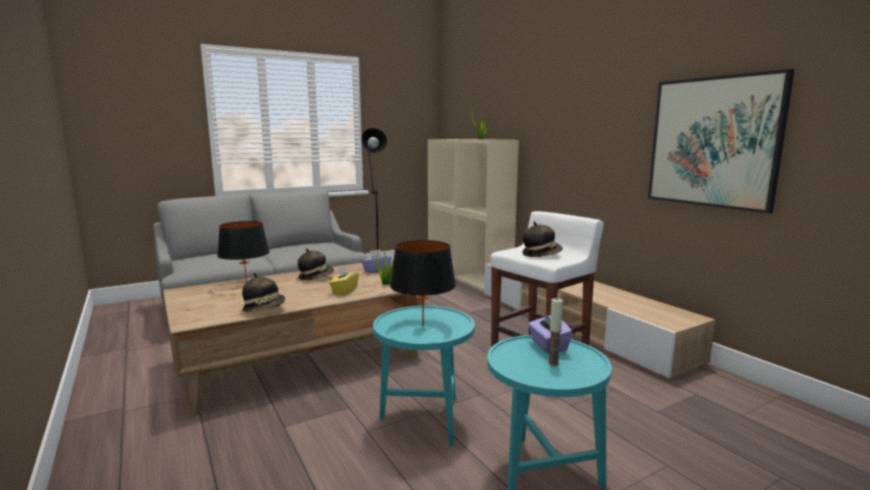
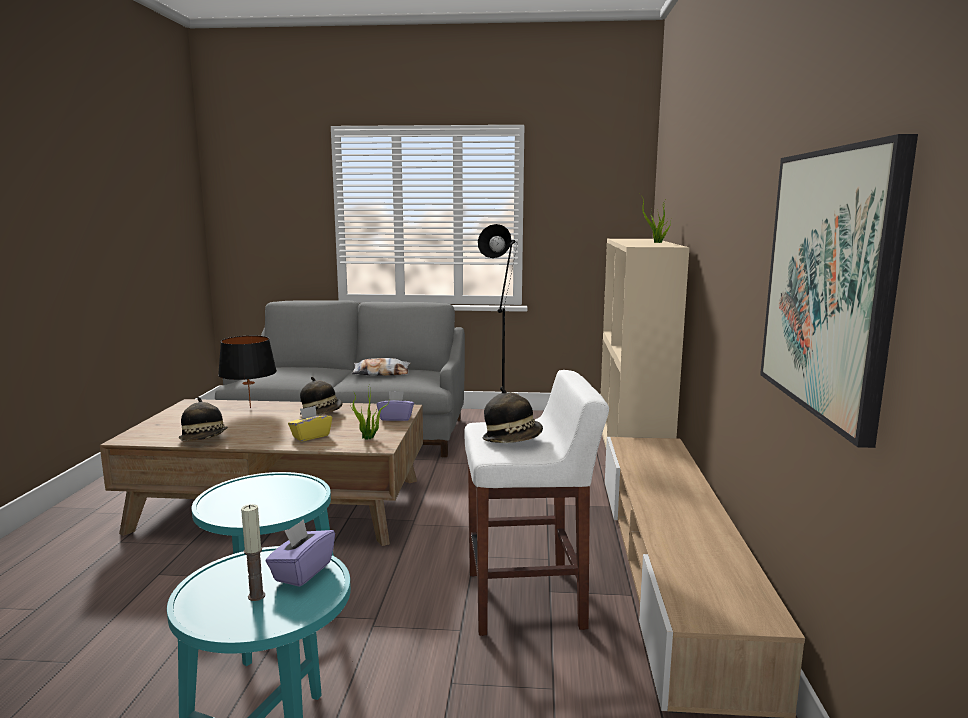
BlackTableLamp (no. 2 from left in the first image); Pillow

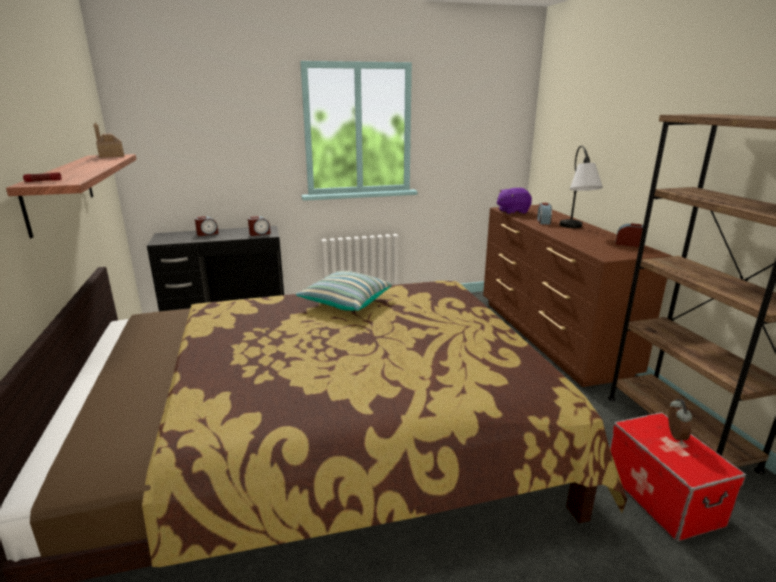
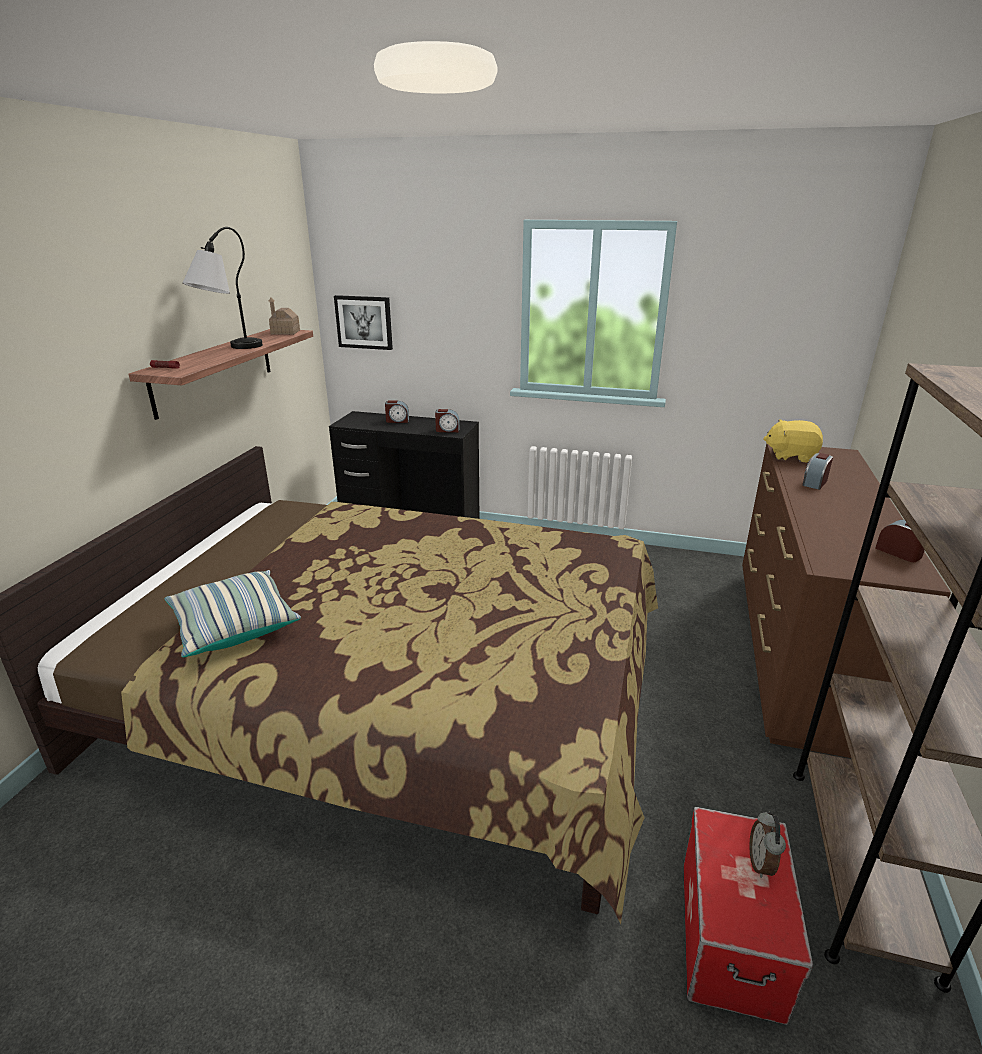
Picture; Pillow; TableLamp; YellowPlushToy; AlarmClock (no. 3 from left)

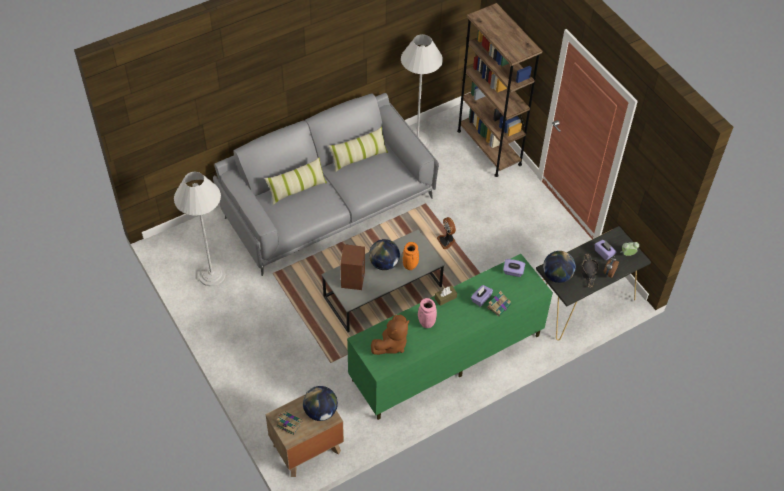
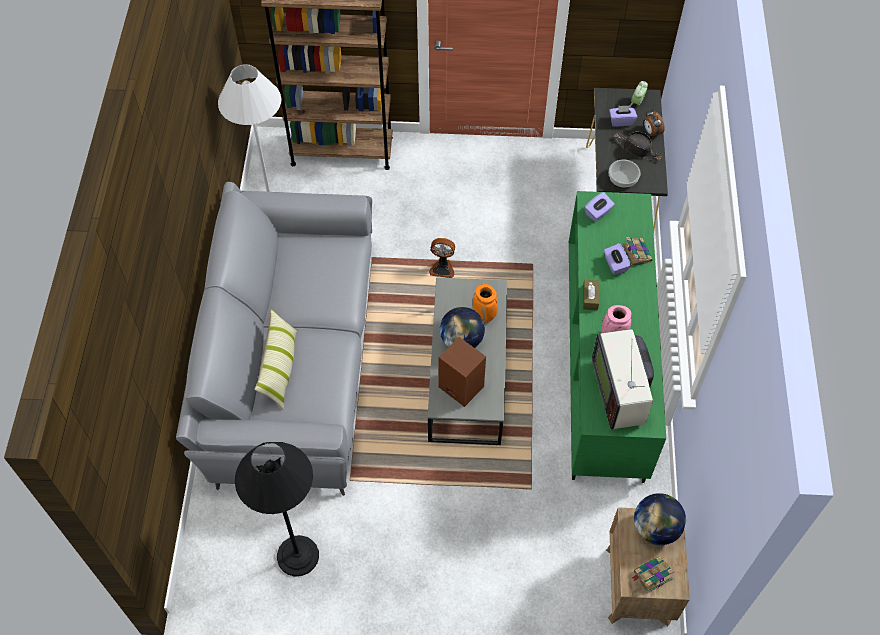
Pillow (no. 2 from left in the first image); Television; Bowl; BlackFloorLamp

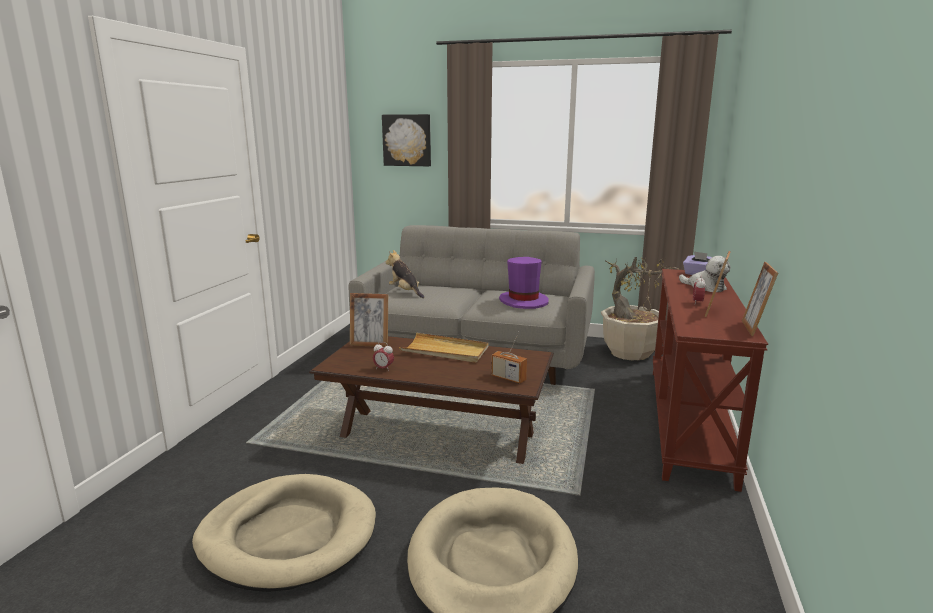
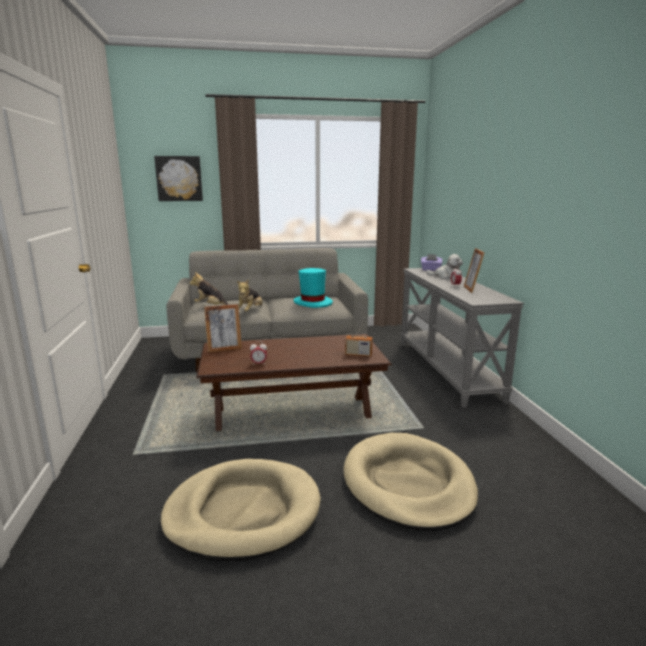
BeigeTray; PottedPlant; PictureFrame (no. 3 from left in the first image); PlushToy (no. 2 from left); TurquoiseHat; GreyConsoleTable

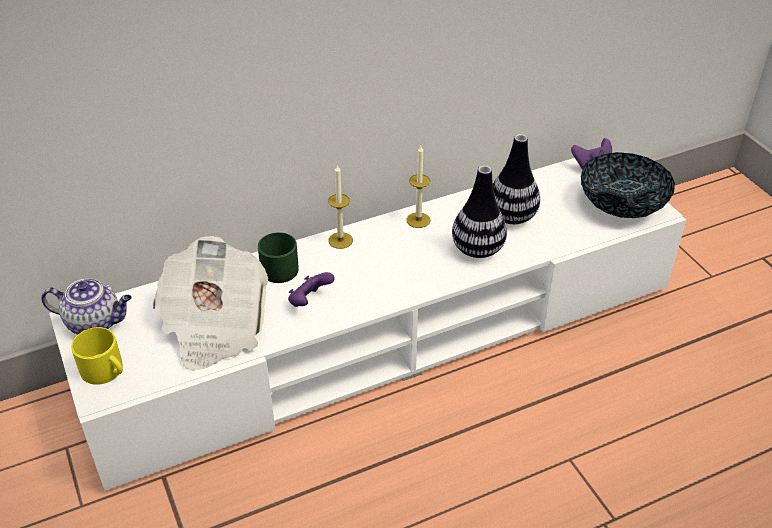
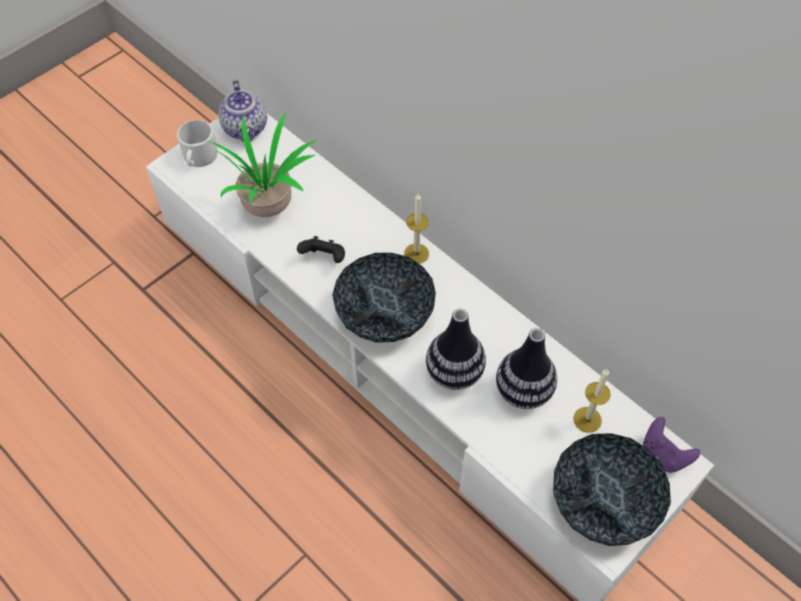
GreenMug; Bowl (no. 1 from left); Candle (no. 2 from left); PottedPlant; WhiteMug; BlackGameController

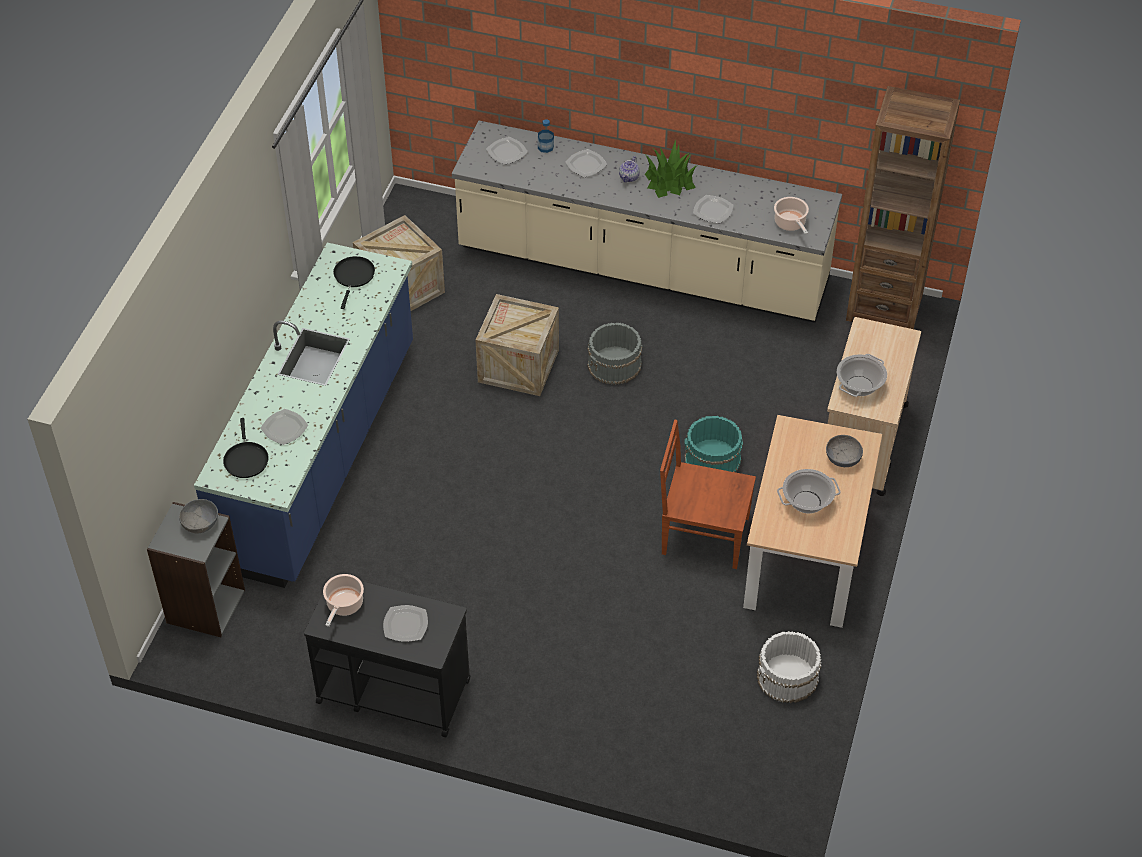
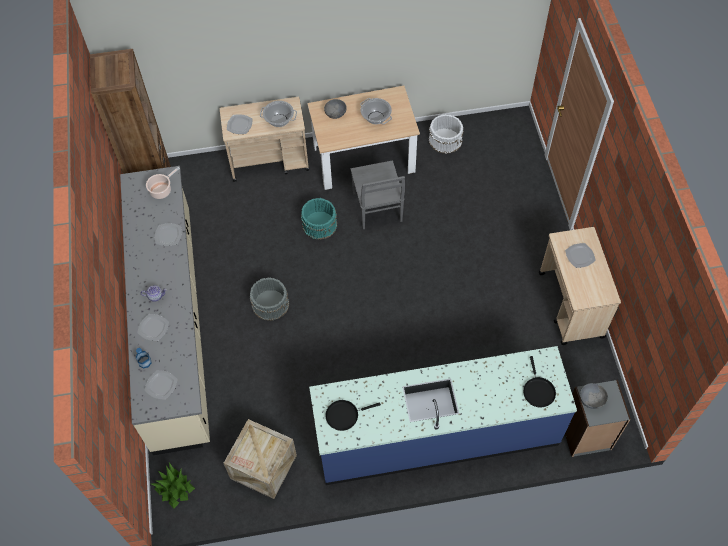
CookingPot (no. 1 from left in the first image); Crate (no. 2 from left in the first image); Plate (no. 4 from left); PottedPlant; BeigeCart (no. 2 from left); GreyChair; BlackFryingPan (no. 2 from left)

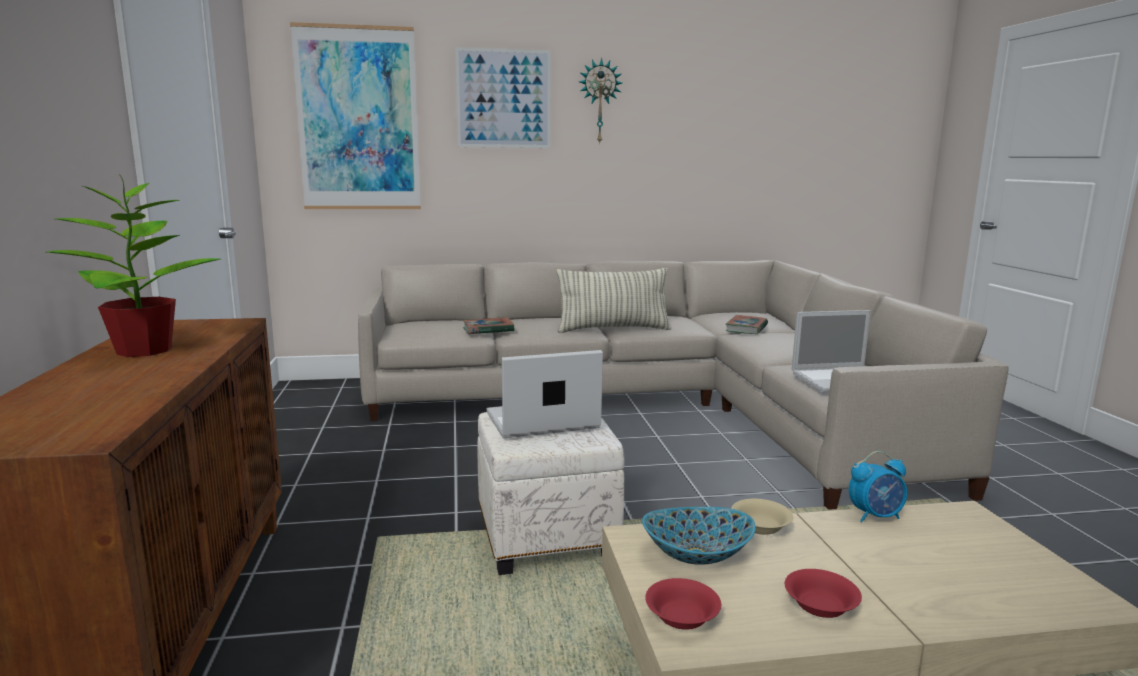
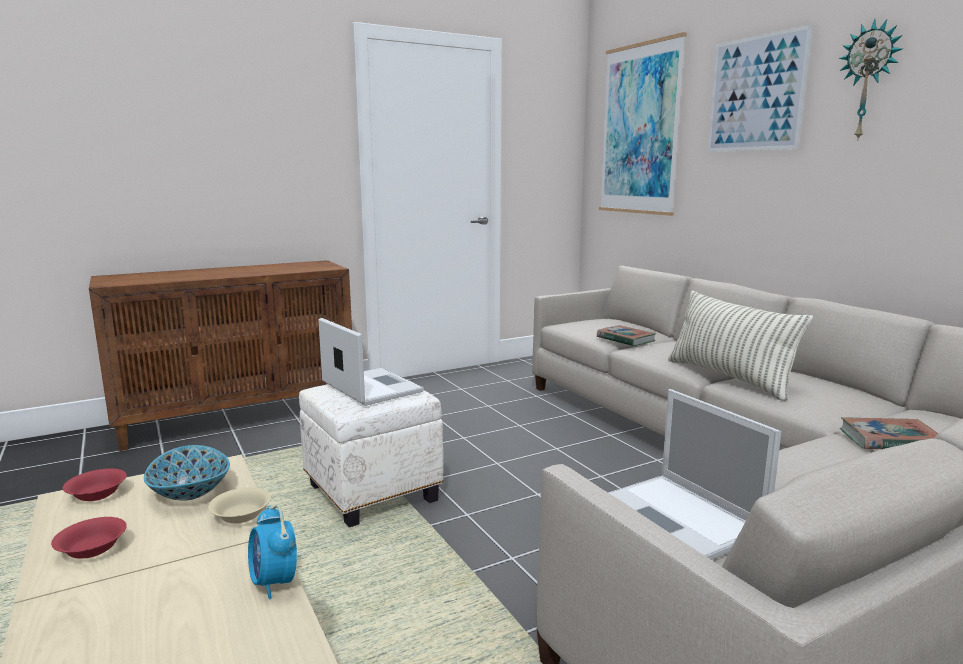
PottedPlant

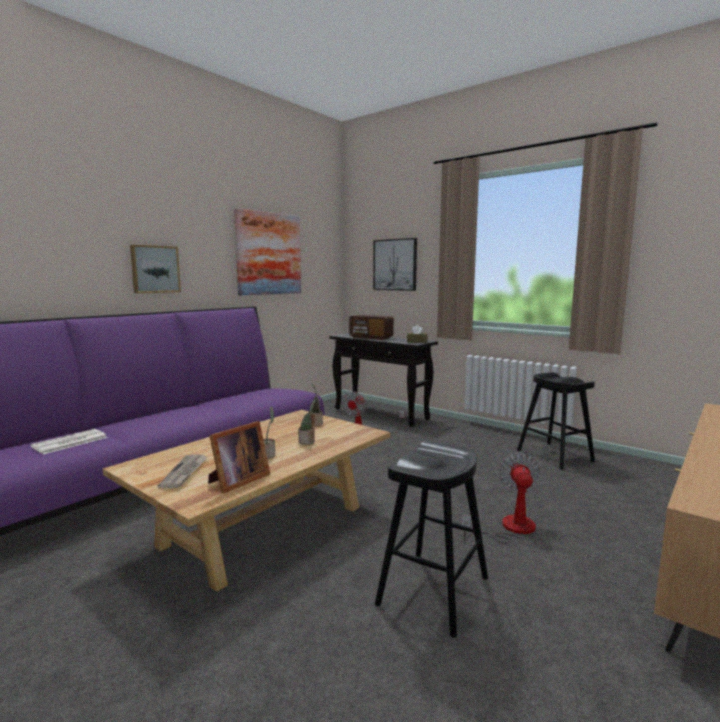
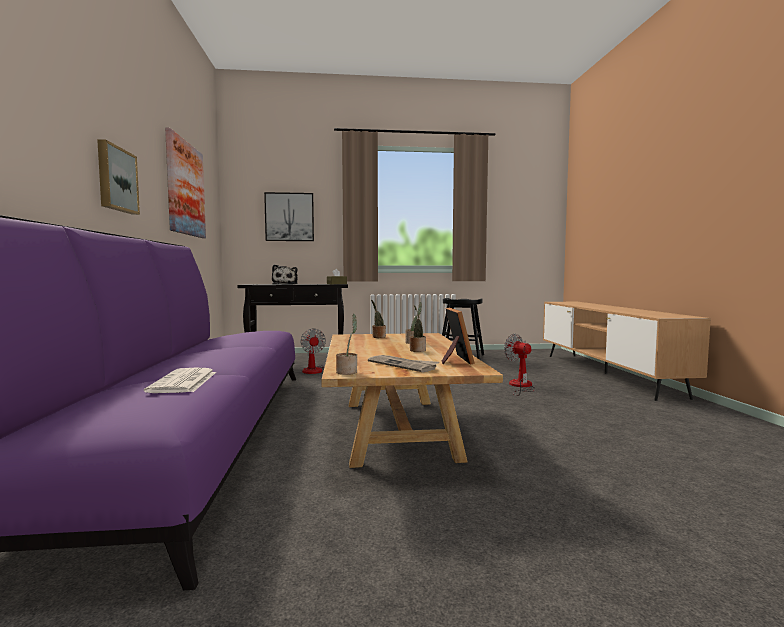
BlackStool (no. 1 from left in the first image); PottedPlant (no. 1 from left); PlushToy

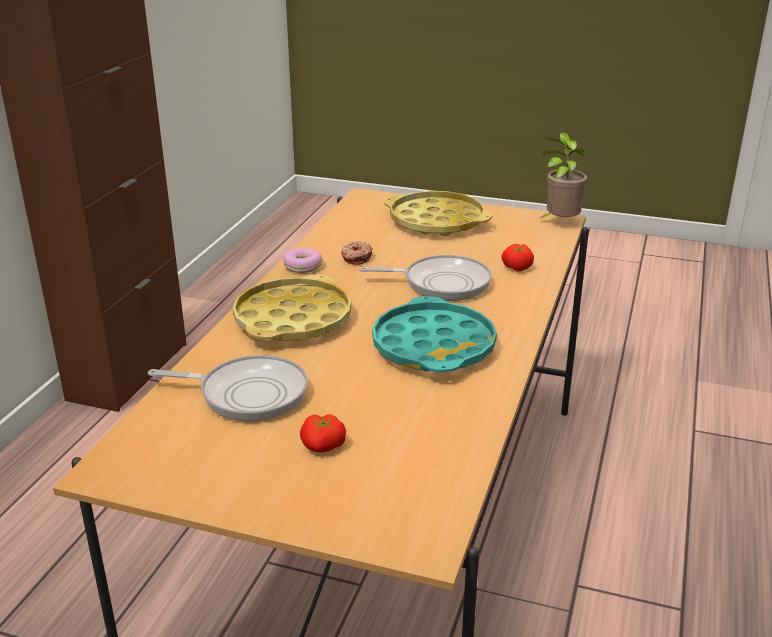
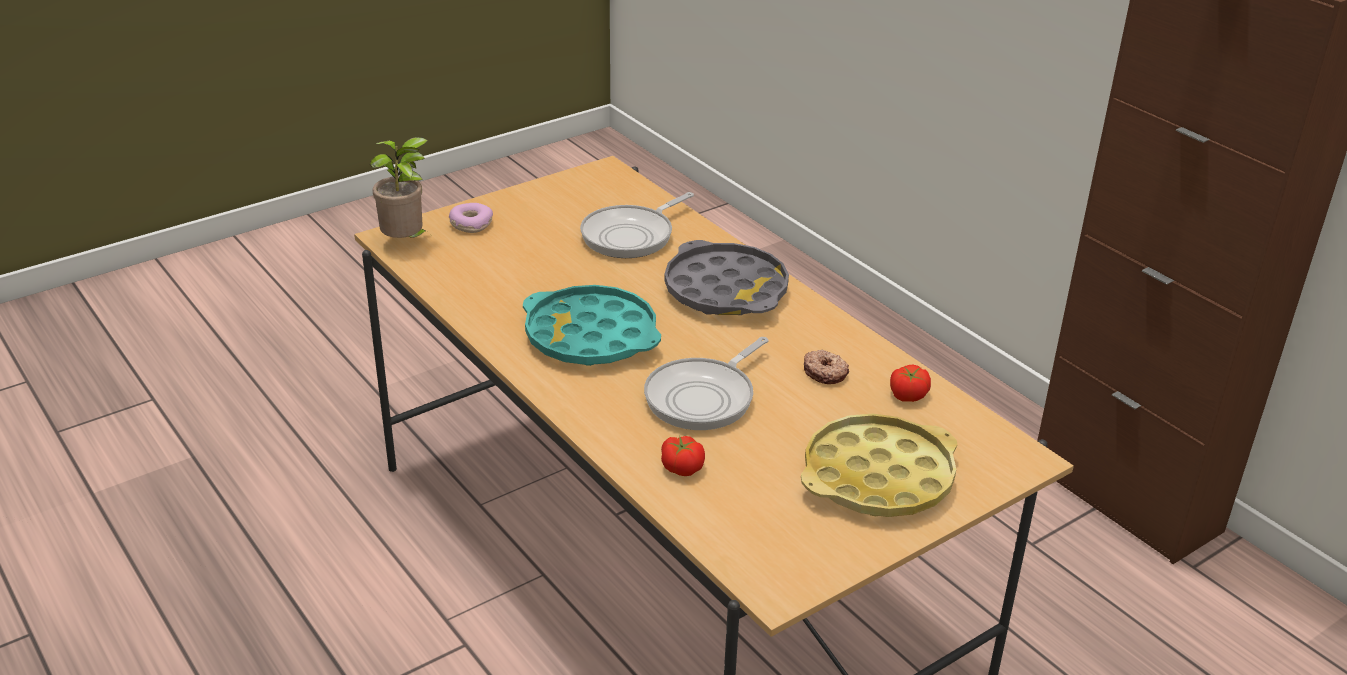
Donut (no. 1 from left); Tomato (no. 2 from left); PottedPlant; GreyTray

